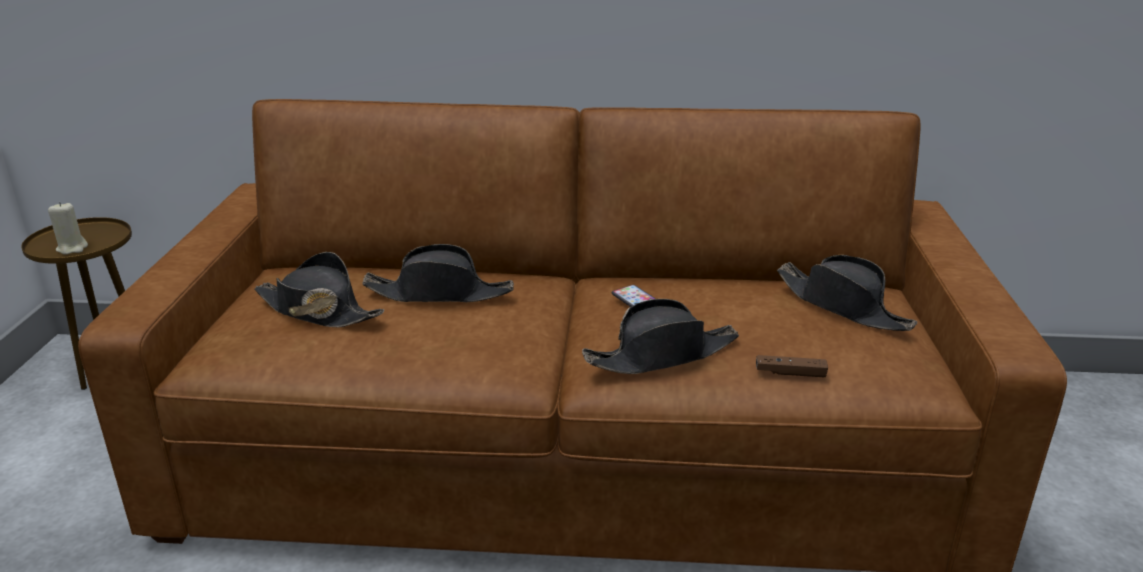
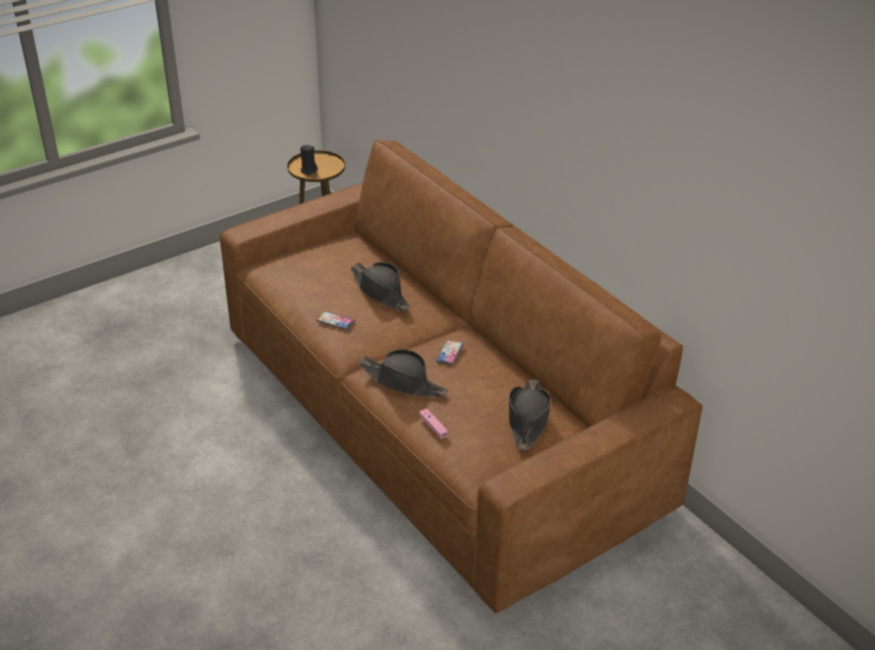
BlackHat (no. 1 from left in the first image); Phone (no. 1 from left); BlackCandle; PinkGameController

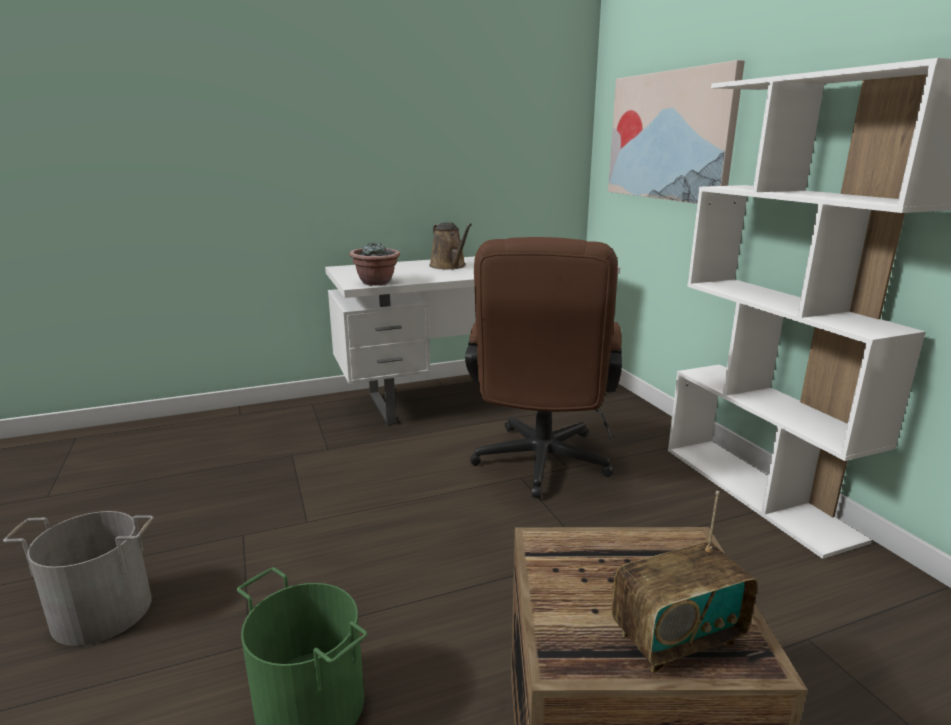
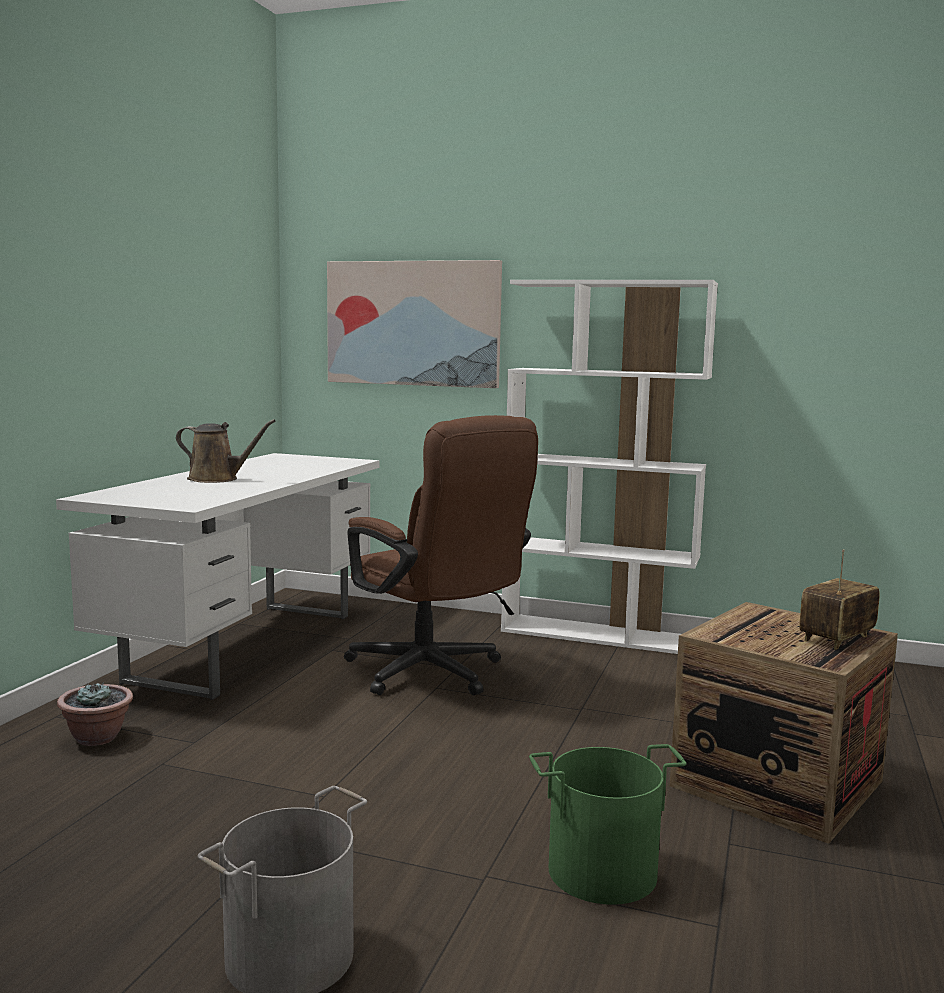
PottedPlant; Radio

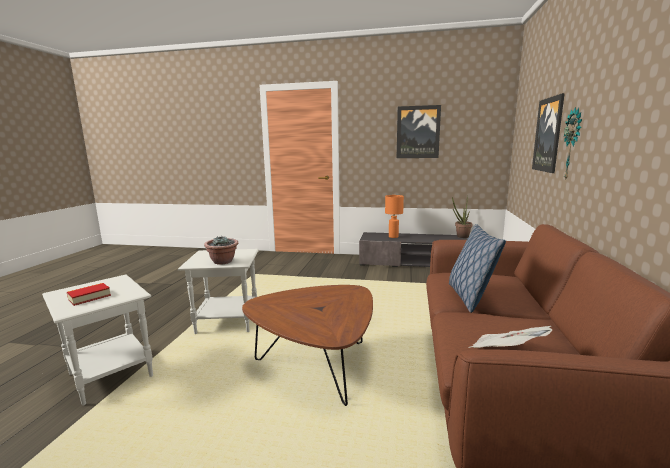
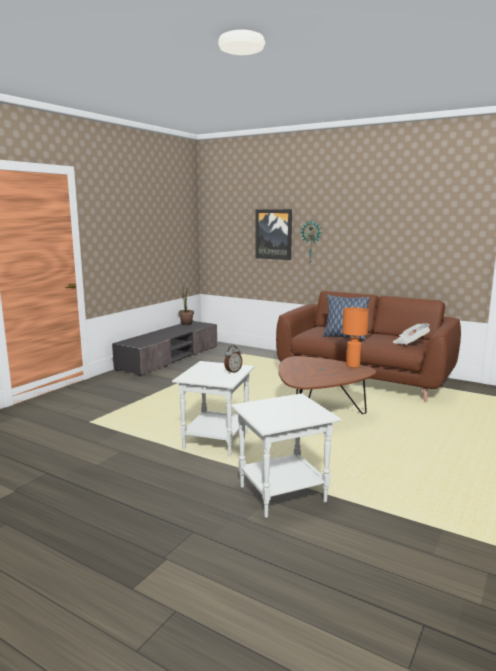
Book; Picture (no. 1 from left in the first image); OrangeTableLamp; AlarmClock

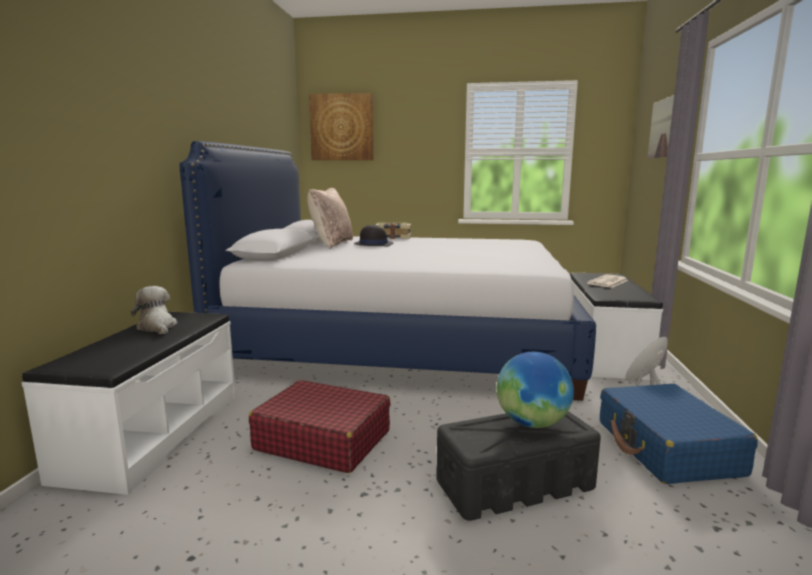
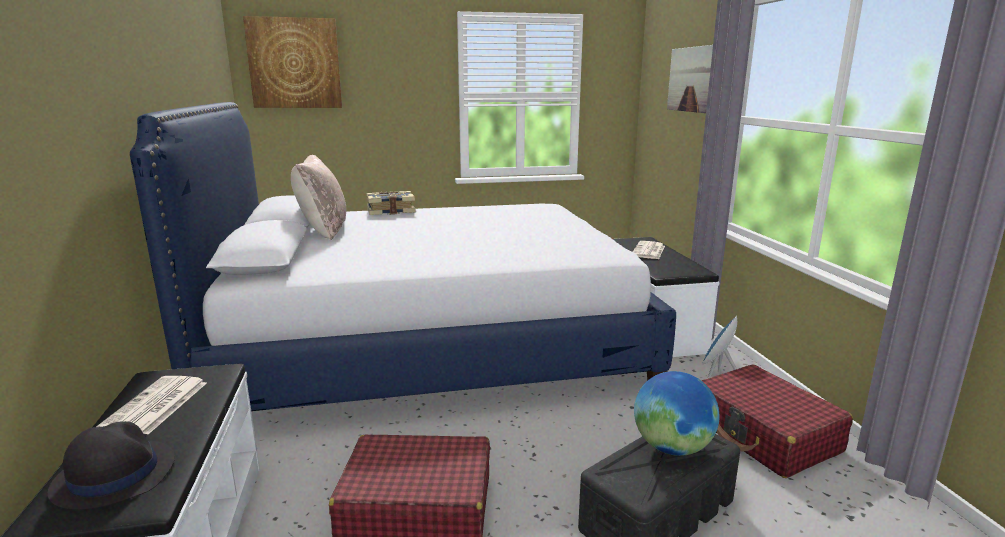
BlackHat; Newspaper (no. 1 from left); RedSuitcase (no. 2 from left)

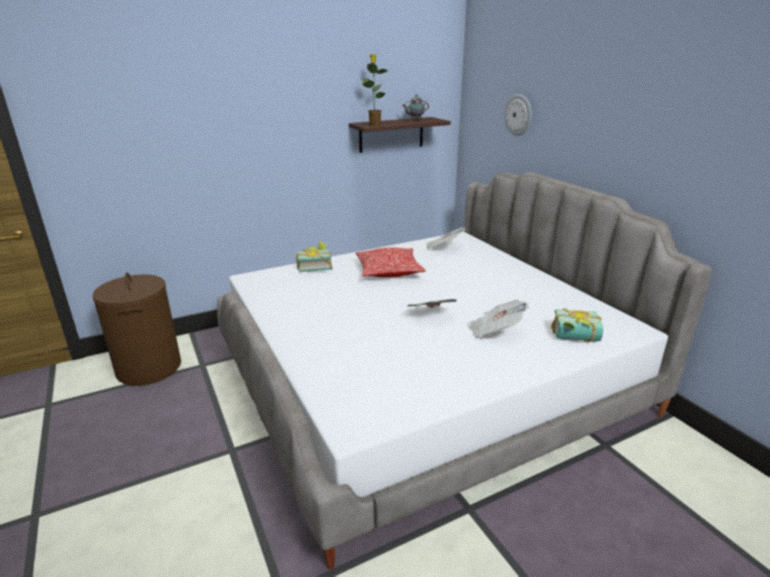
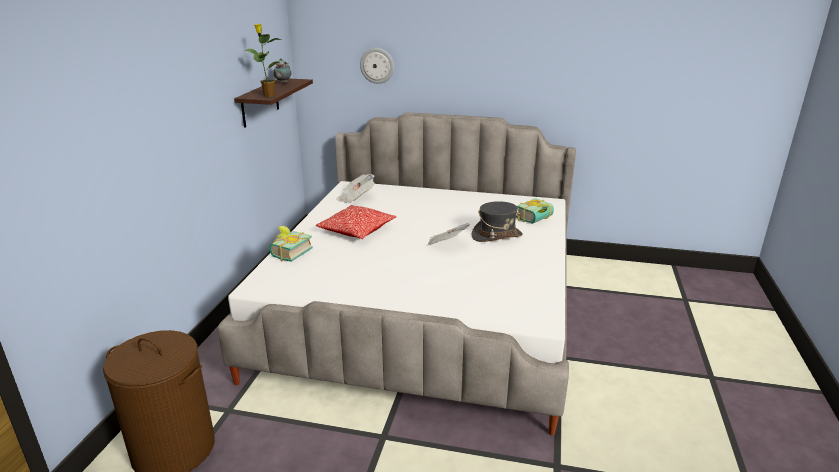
GreyHat

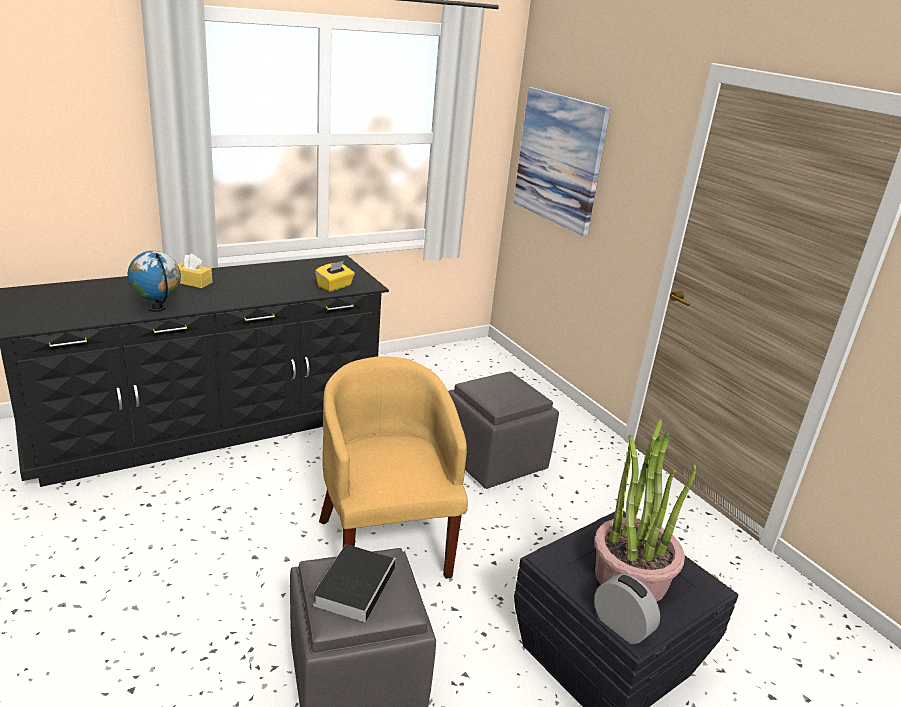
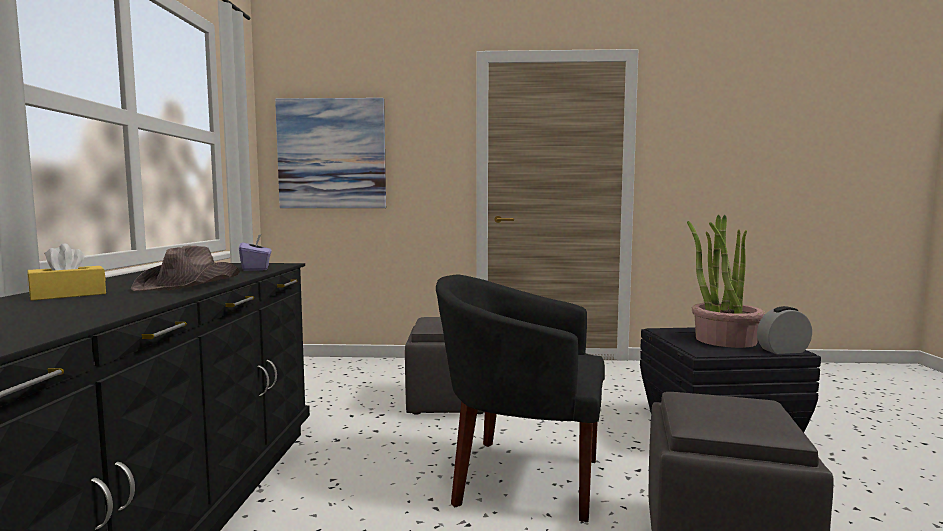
Globe; Book; BrownHat; PurpleTissueBox; BlackArmchair

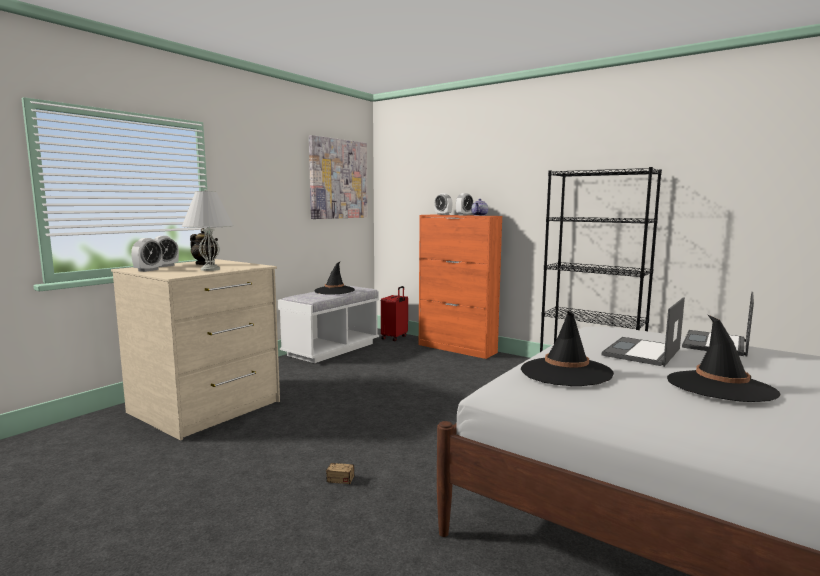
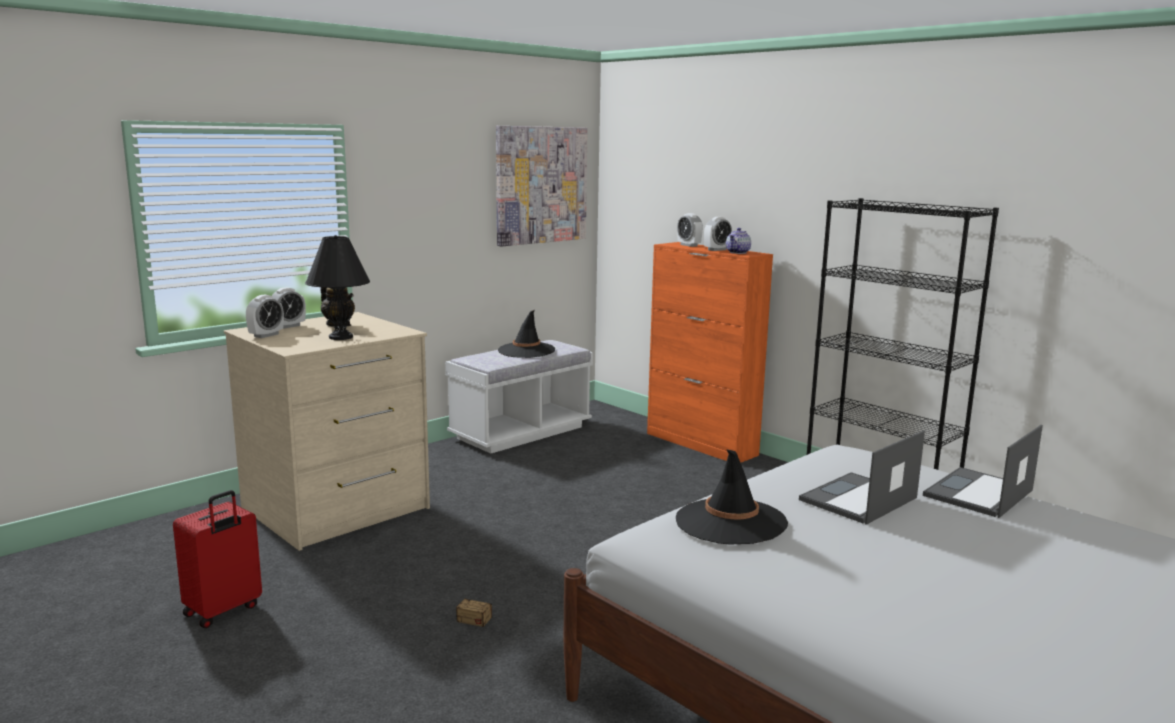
BlackHat (no. 3 from left in the first image); RedSuitcase; BlackTableLamp

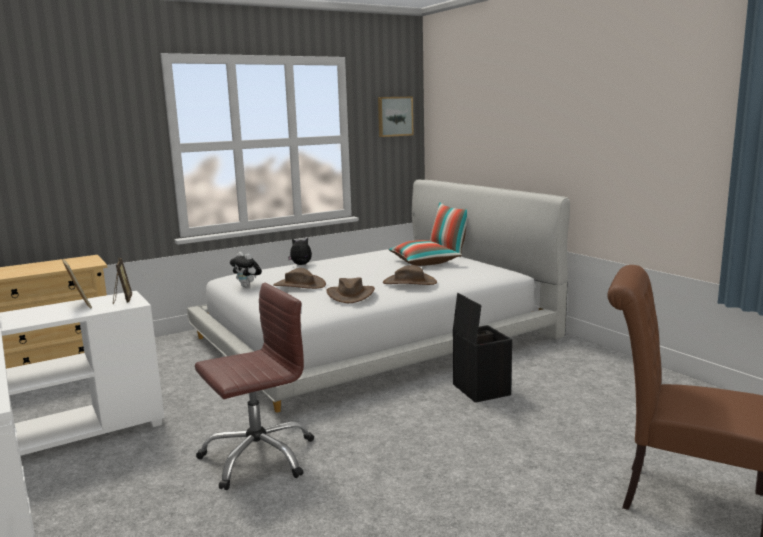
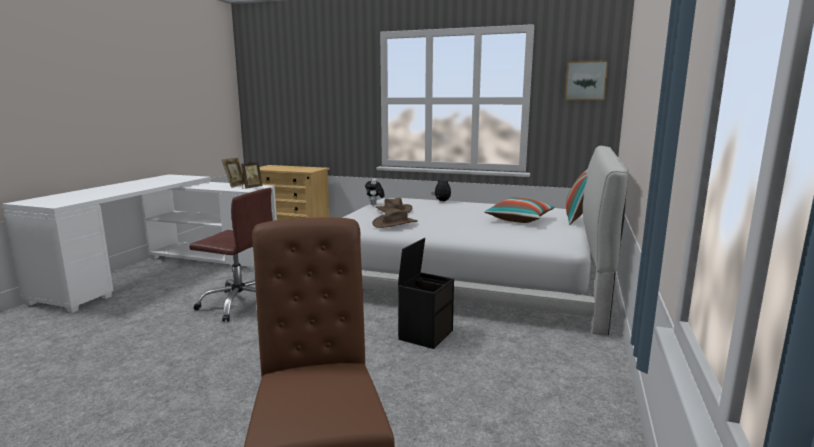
BrownHat (no. 3 from left in the first image)

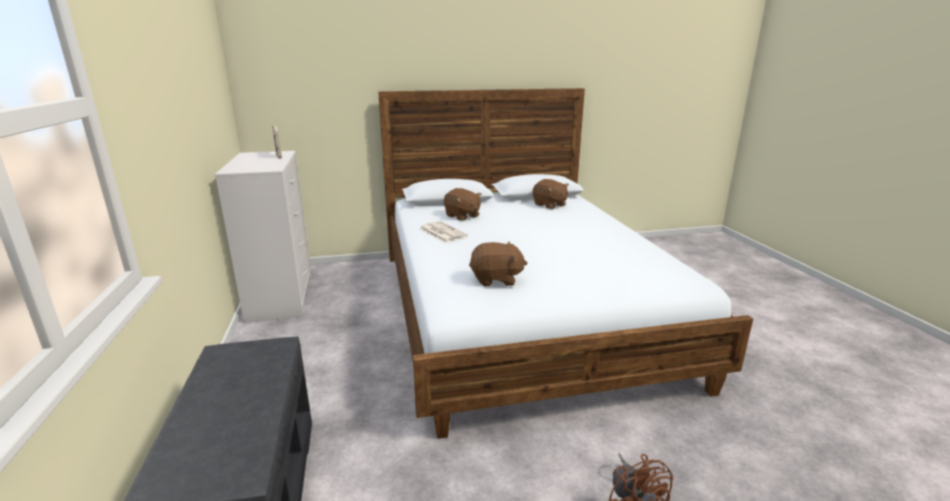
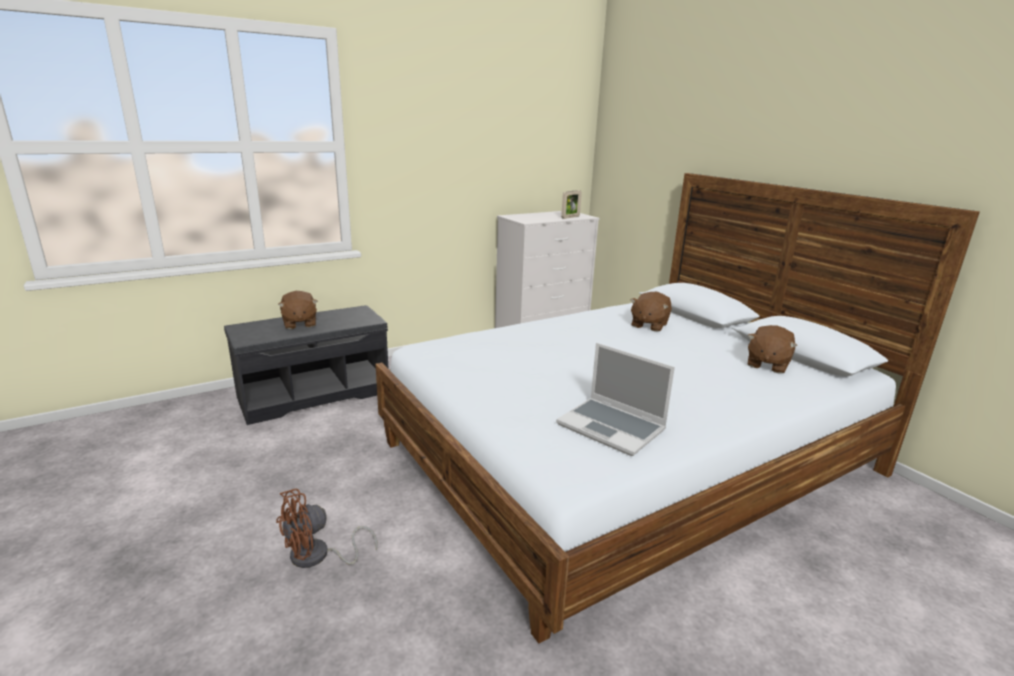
Newspaper; Laptop; BrownPlushToy (no. 1 from left)

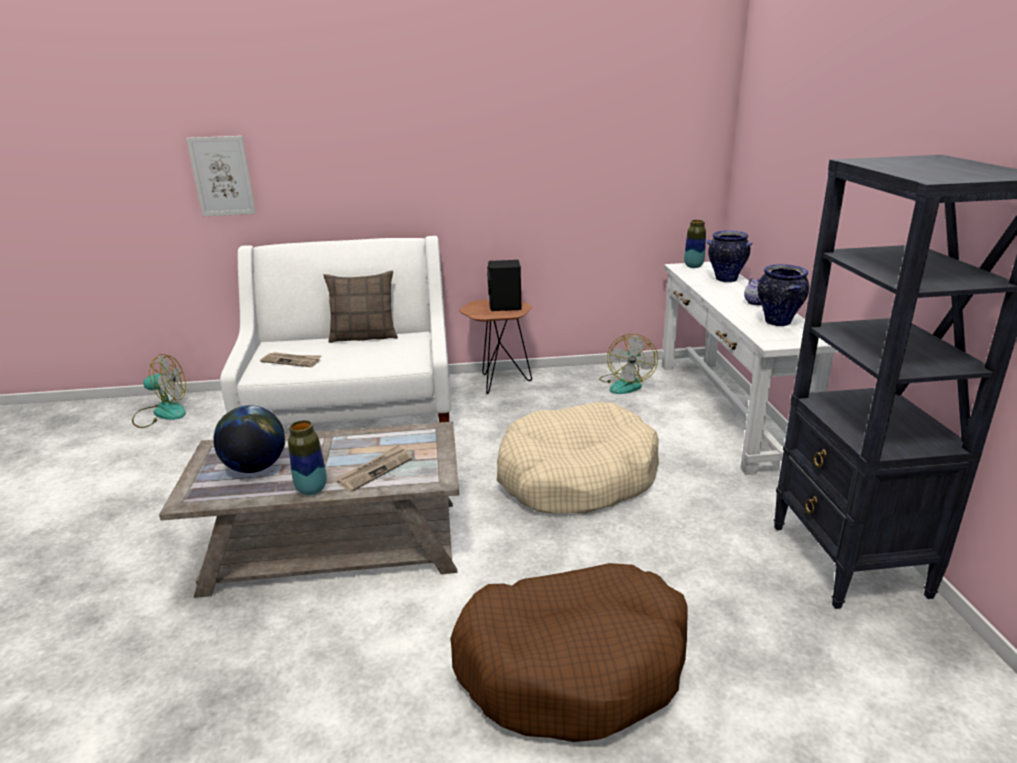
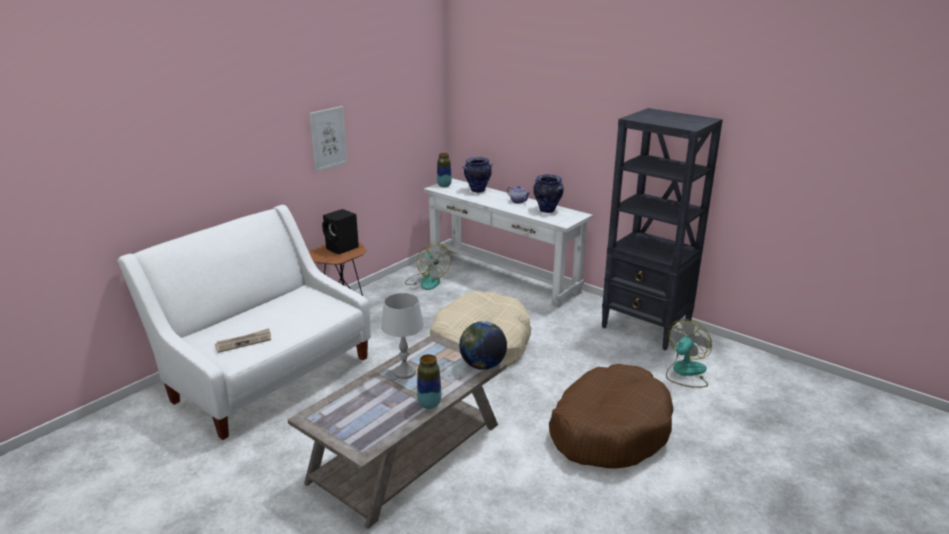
Pillow; Newspaper (no. 2 from left in the first image); GreyTableLamp; Fan (no. 2 from left); Picture; Globe

